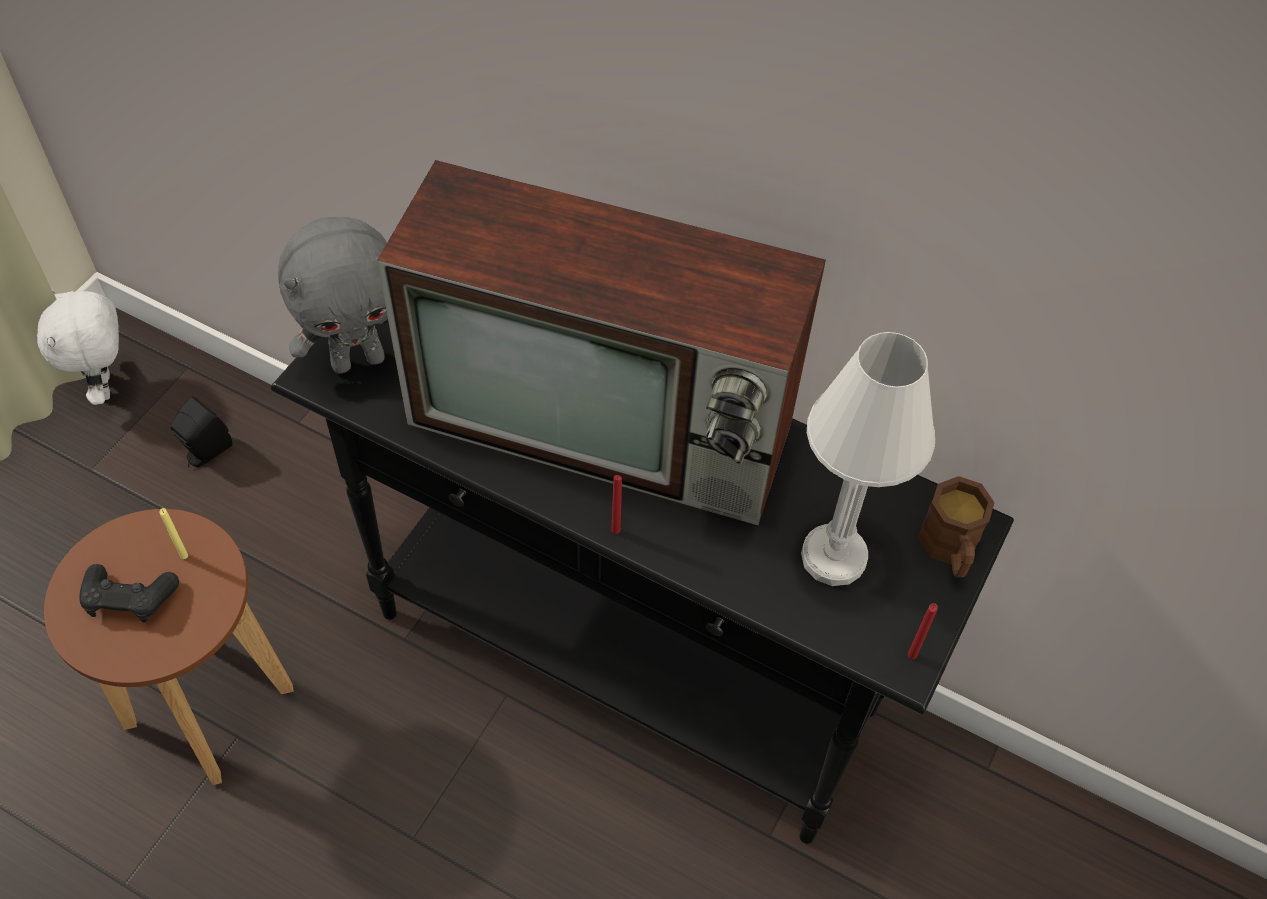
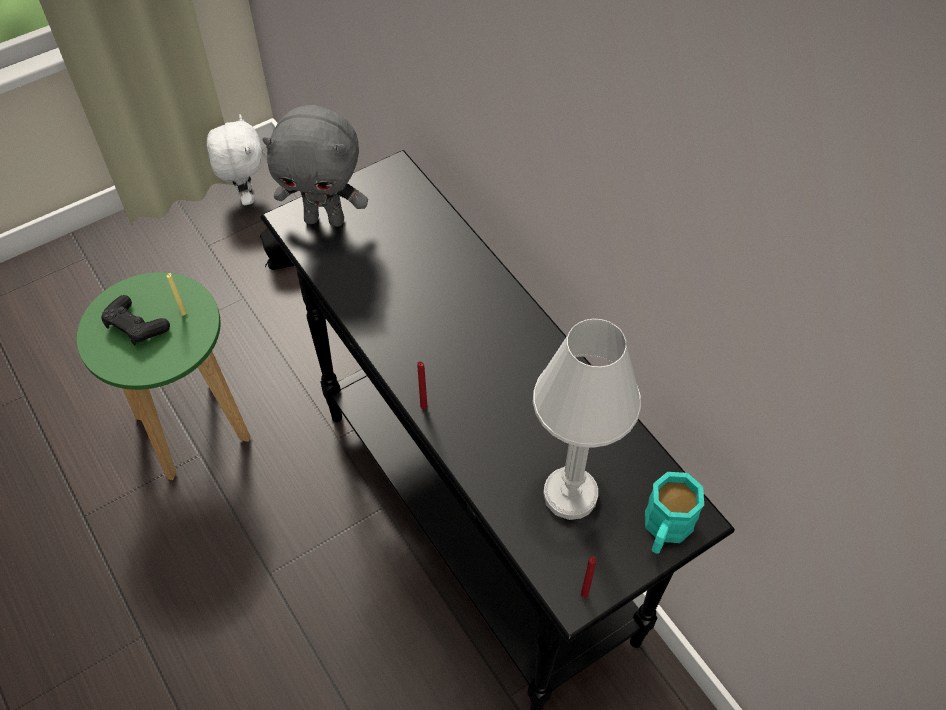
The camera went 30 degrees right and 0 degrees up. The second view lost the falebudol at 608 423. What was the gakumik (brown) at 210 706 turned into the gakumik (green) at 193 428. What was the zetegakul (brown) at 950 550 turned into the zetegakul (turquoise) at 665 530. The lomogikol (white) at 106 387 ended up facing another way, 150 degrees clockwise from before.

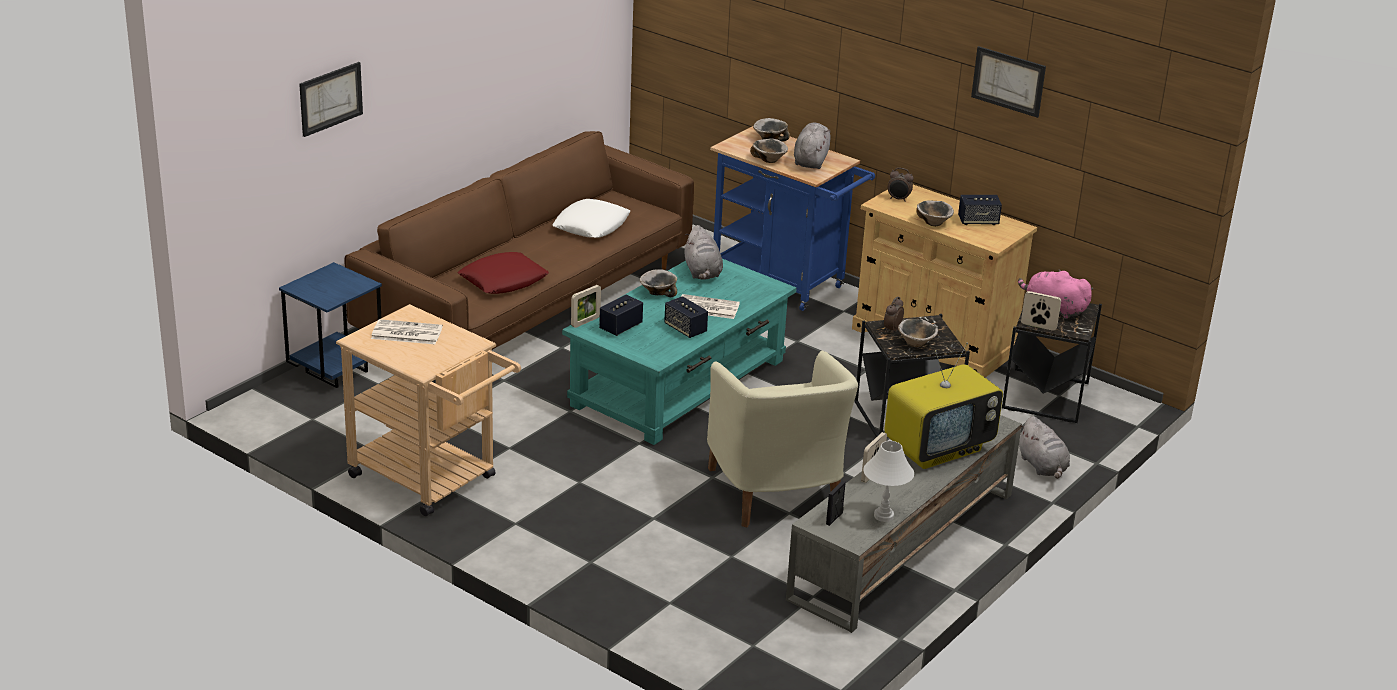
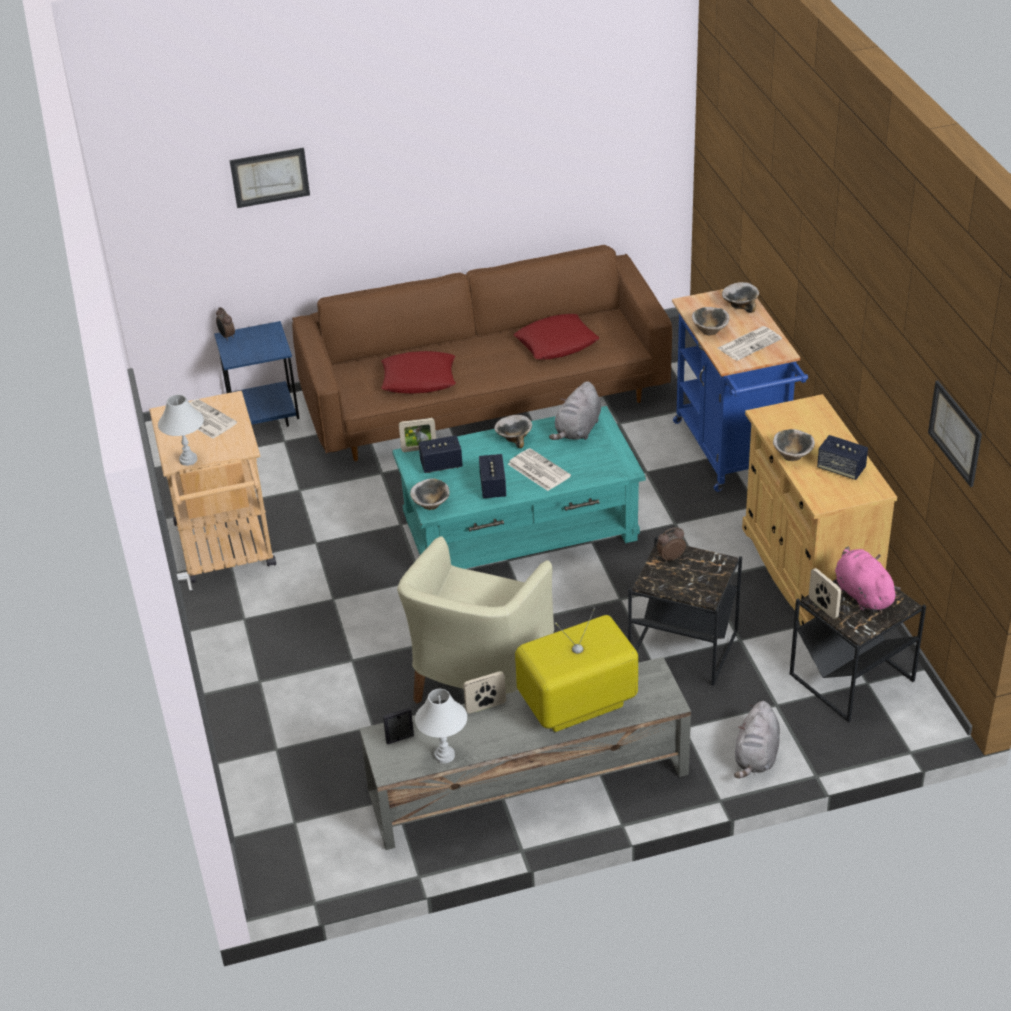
The camera went 40 degrees right and 10 degrees up. The second view gained the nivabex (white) at 188 459. The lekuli ended up elsewhere, having gone from 898 199 to 226 336. The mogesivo ended up elsewhere, having gone from 916 343 to 431 504. The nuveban ended up elsewhere, having gone from 1008 81 to 955 433. Where the lomogikol (grey) stood at 811 160, the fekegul came to stand at 749 343. What was the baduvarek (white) at 591 225 turned into the baduvarek (red) at 556 343. The falebudol at 938 448 ended up facing another way, 150 degrees clockwise from before.

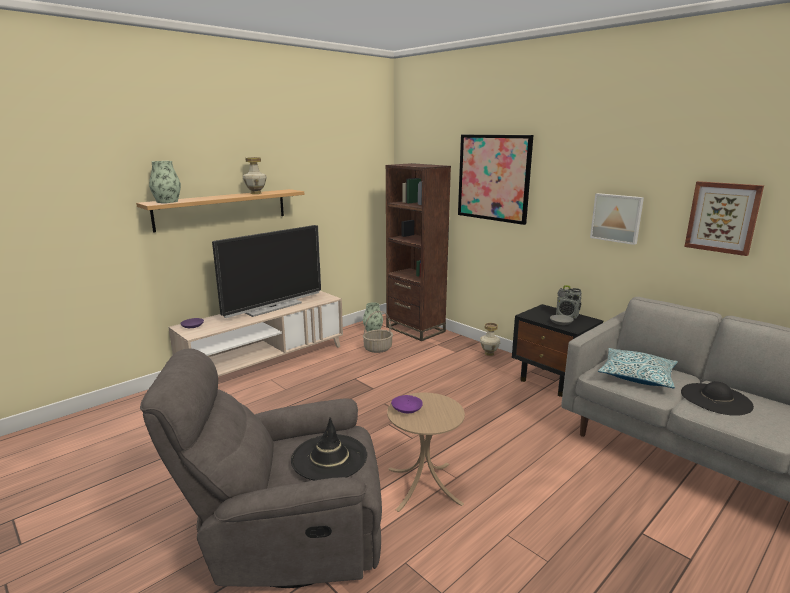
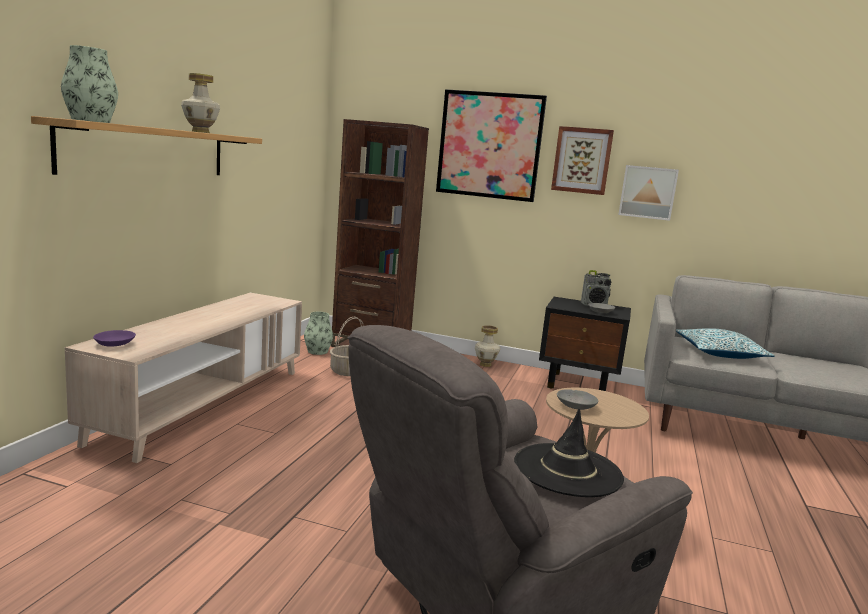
The camera went 30 degrees left and 5 degrees down. The second view lost the falebudol at 273 307. The second view lost the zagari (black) at 716 399. The nuveban ended up elsewhere, having gone from 722 217 to 582 160. What was the mogesivo (purple) at 407 409 turned into the mogesivo (grey) at 576 406.

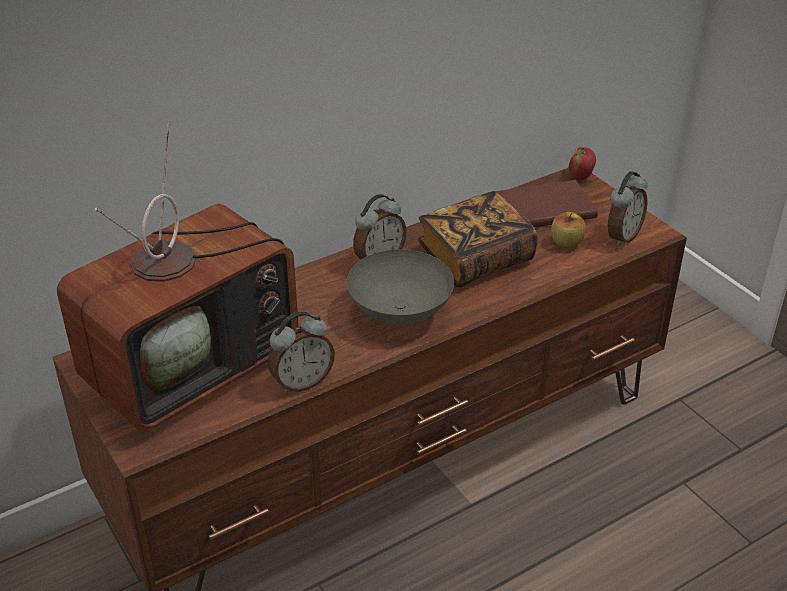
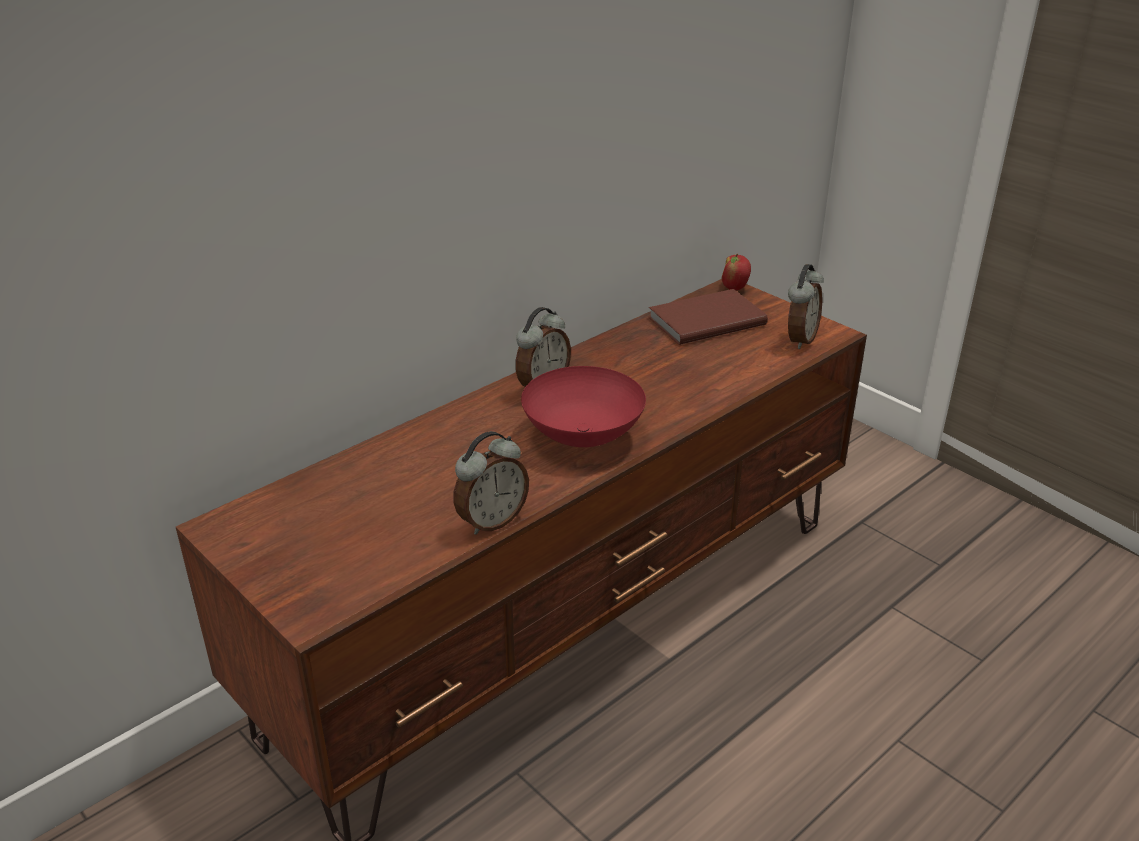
The camera went 10 degrees left and 5 degrees down. The second view lost the falebudol at 194 364. The second view lost the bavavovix at 475 258. The second view lost the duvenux at 566 243. What was the mogesivo (grey) at 401 311 turned into the mogesivo (red) at 584 435.

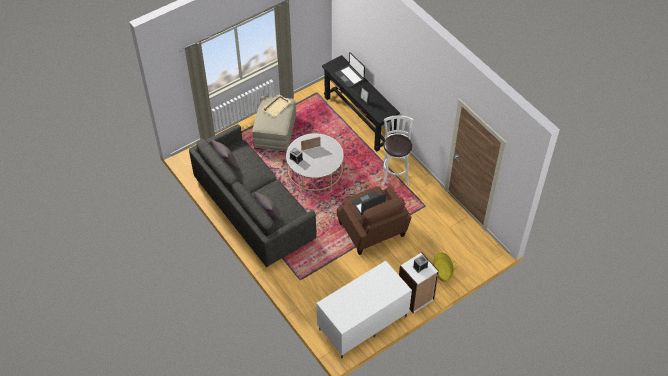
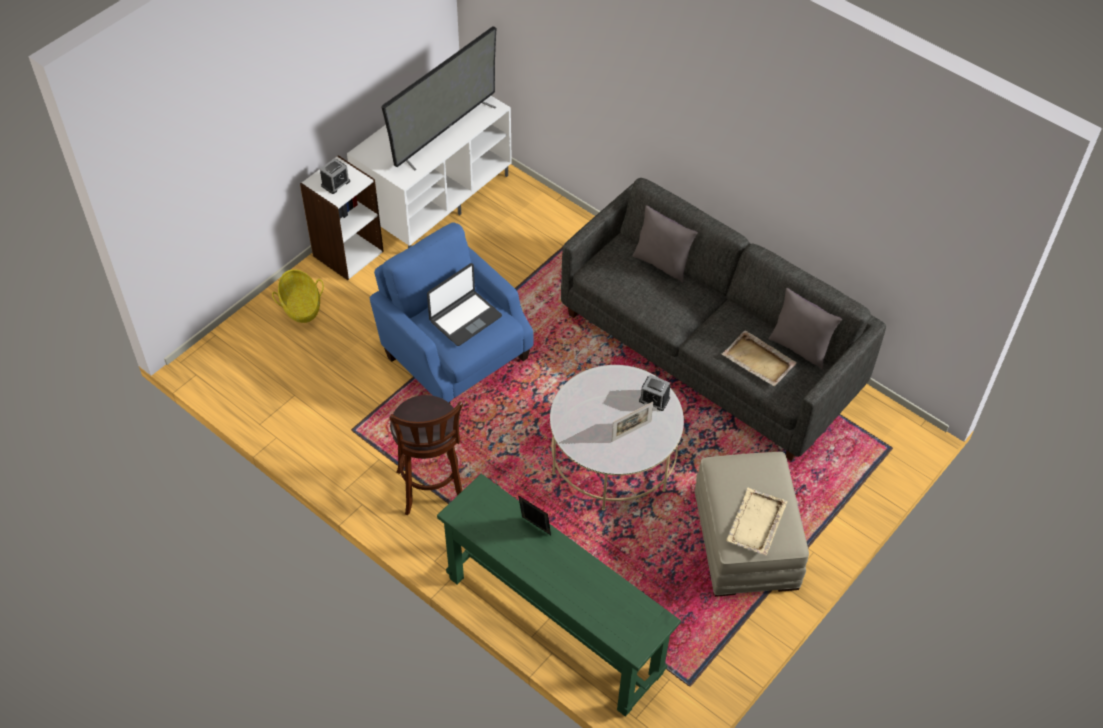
The camera went 165 degrees right and 0 degrees up. The second view lost the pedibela at 350 76. The second view gained the falebudol at 445 132. The second view gained the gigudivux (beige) at 759 360. What was the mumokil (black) at 359 119 turned into the mumokil (green) at 554 624. What was the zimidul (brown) at 372 231 turned into the zimidul (blue) at 454 355. What was the gakumik (white) at 395 174 turned into the gakumik (brown) at 432 490.

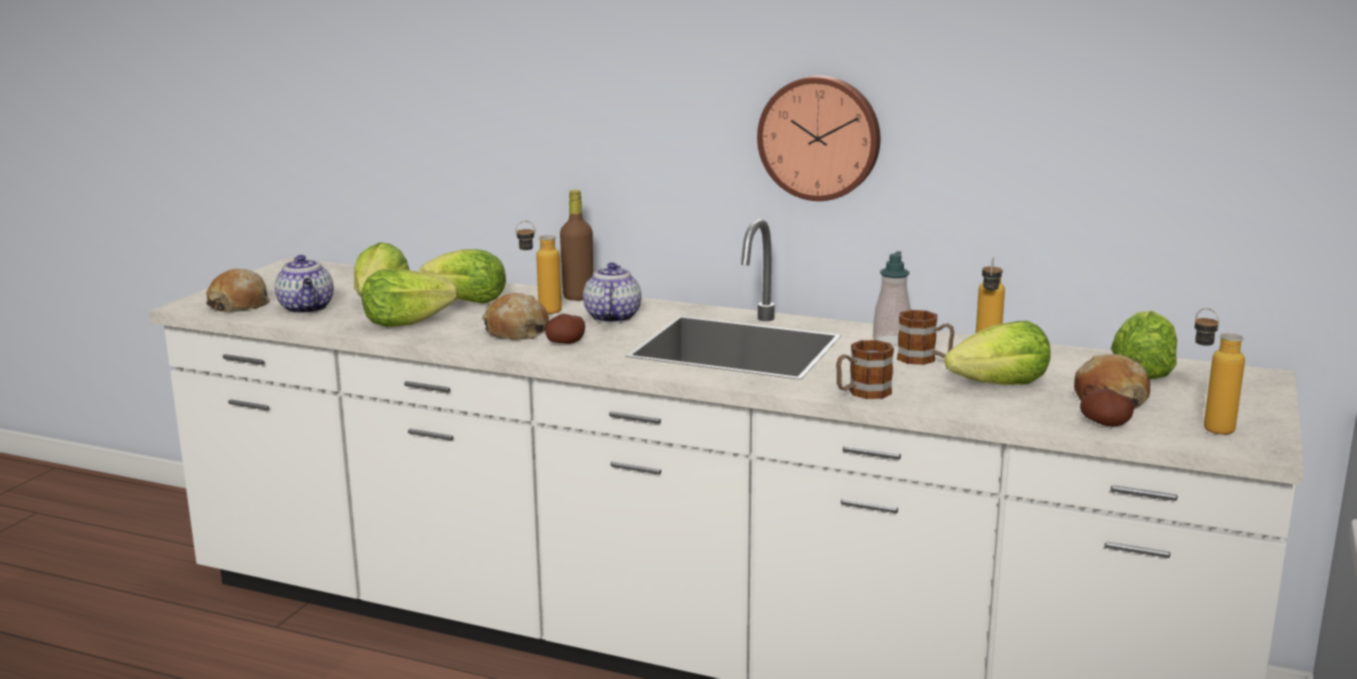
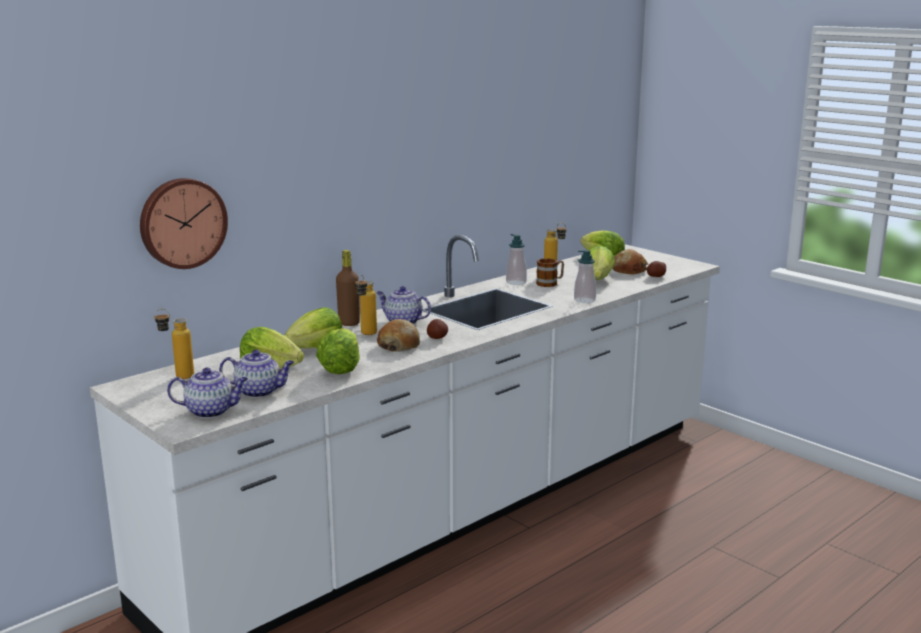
The camera went 65 degrees left and 0 degrees up. The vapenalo ended up elsewhere, having gone from 820 137 to 182 223. The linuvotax ended up elsewhere, having gone from 1207 426 to 177 376. Where the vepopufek stood at 239 304, the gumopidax came to stand at 211 411. Where the zetegakul stood at 862 393, the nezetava came to stand at 584 300.

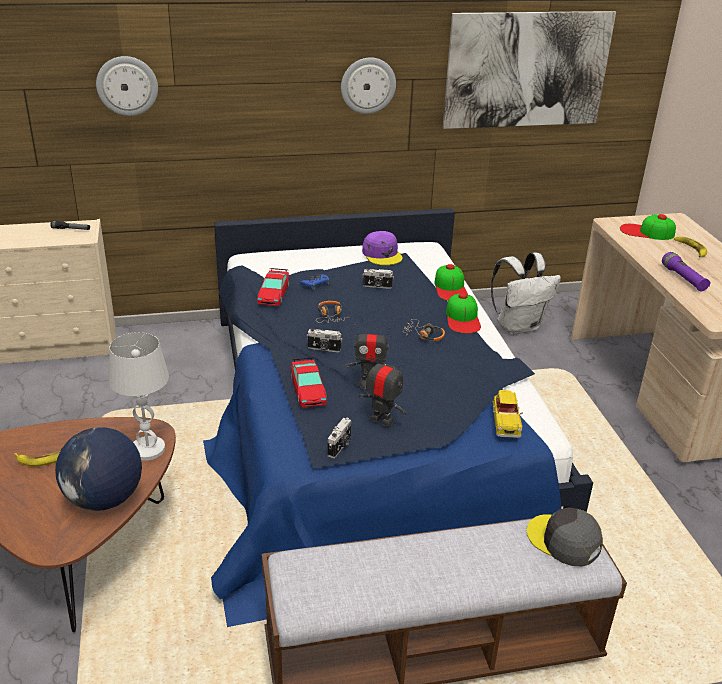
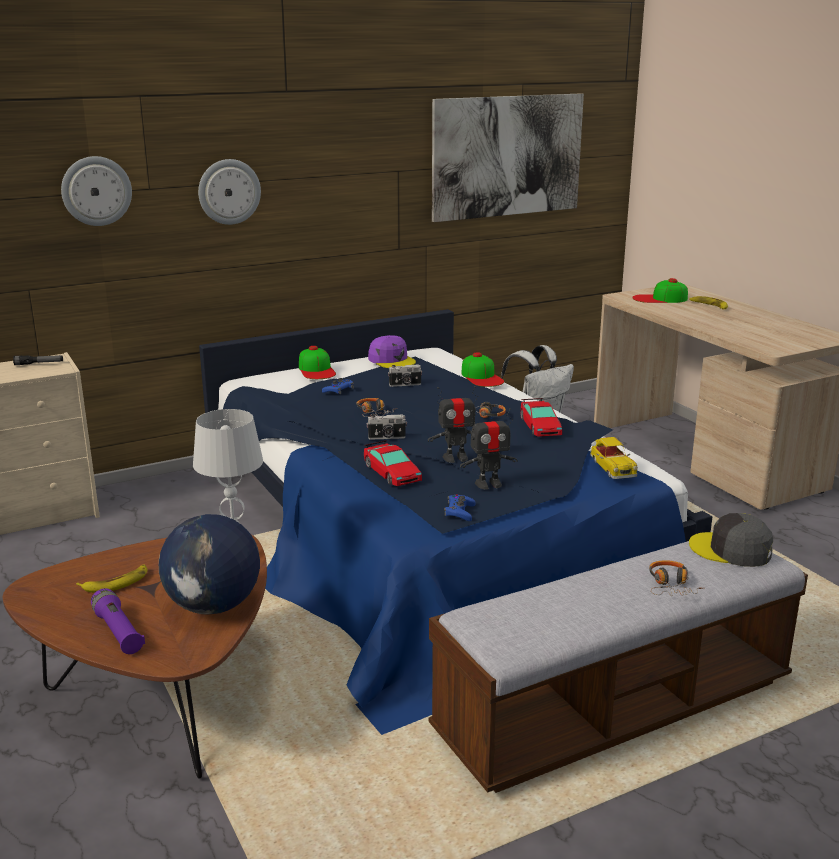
The camera went 15 degrees left and 10 degrees down. The second view gained the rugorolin at 671 585. The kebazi ended up elsewhere, having gone from 273 293 to 539 426. The vapenalo ended up elsewhere, having gone from 368 85 to 229 191. The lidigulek ended up elsewhere, having gone from 463 318 to 316 370. The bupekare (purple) ended up elsewhere, having gone from 683 278 to 118 632. Where the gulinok stood at 340 446, the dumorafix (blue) came to stand at 459 512. The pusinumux at 382 420 ended up facing another way, 150 degrees clockwise from before.

